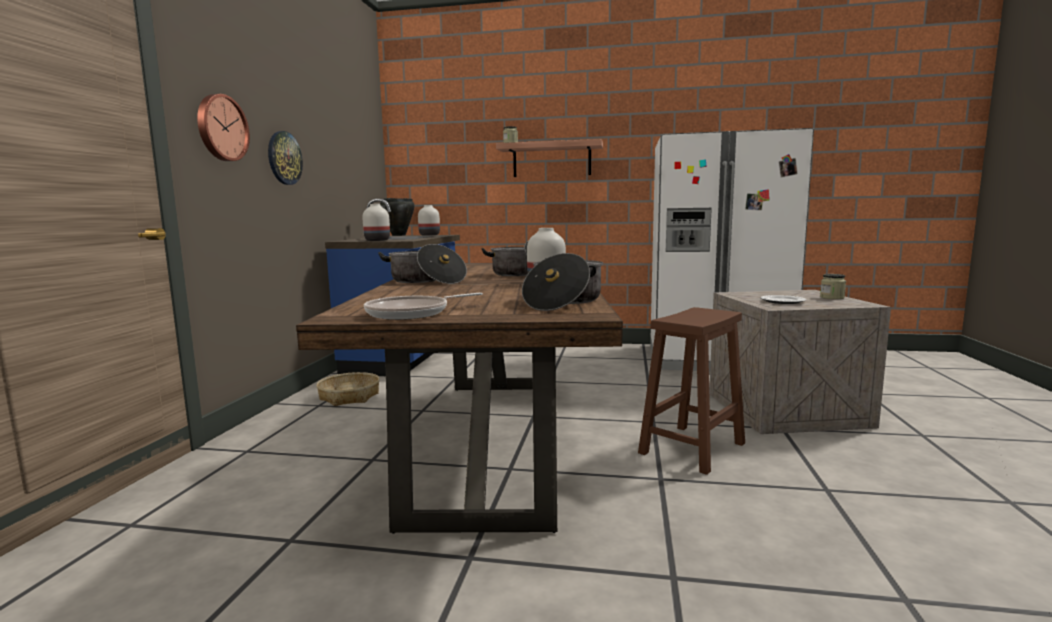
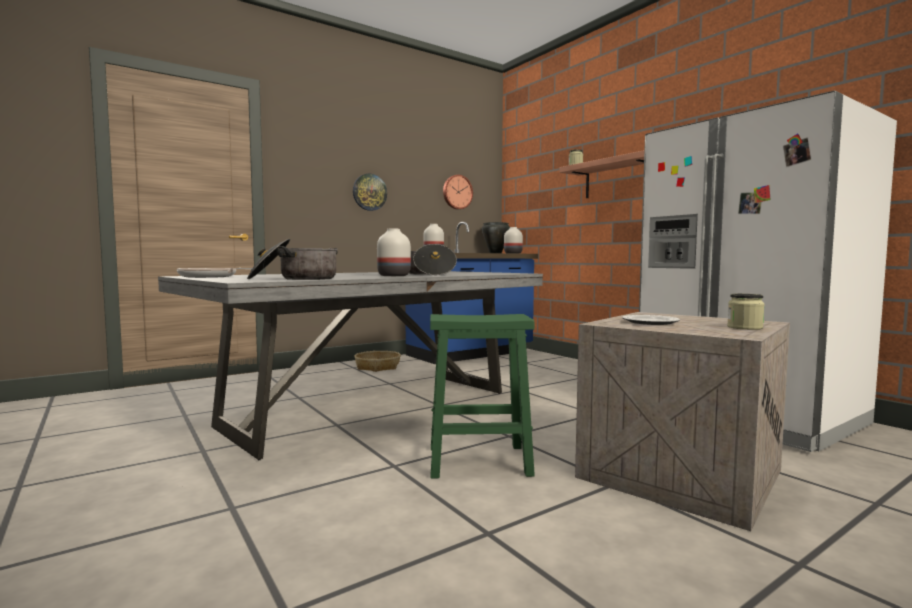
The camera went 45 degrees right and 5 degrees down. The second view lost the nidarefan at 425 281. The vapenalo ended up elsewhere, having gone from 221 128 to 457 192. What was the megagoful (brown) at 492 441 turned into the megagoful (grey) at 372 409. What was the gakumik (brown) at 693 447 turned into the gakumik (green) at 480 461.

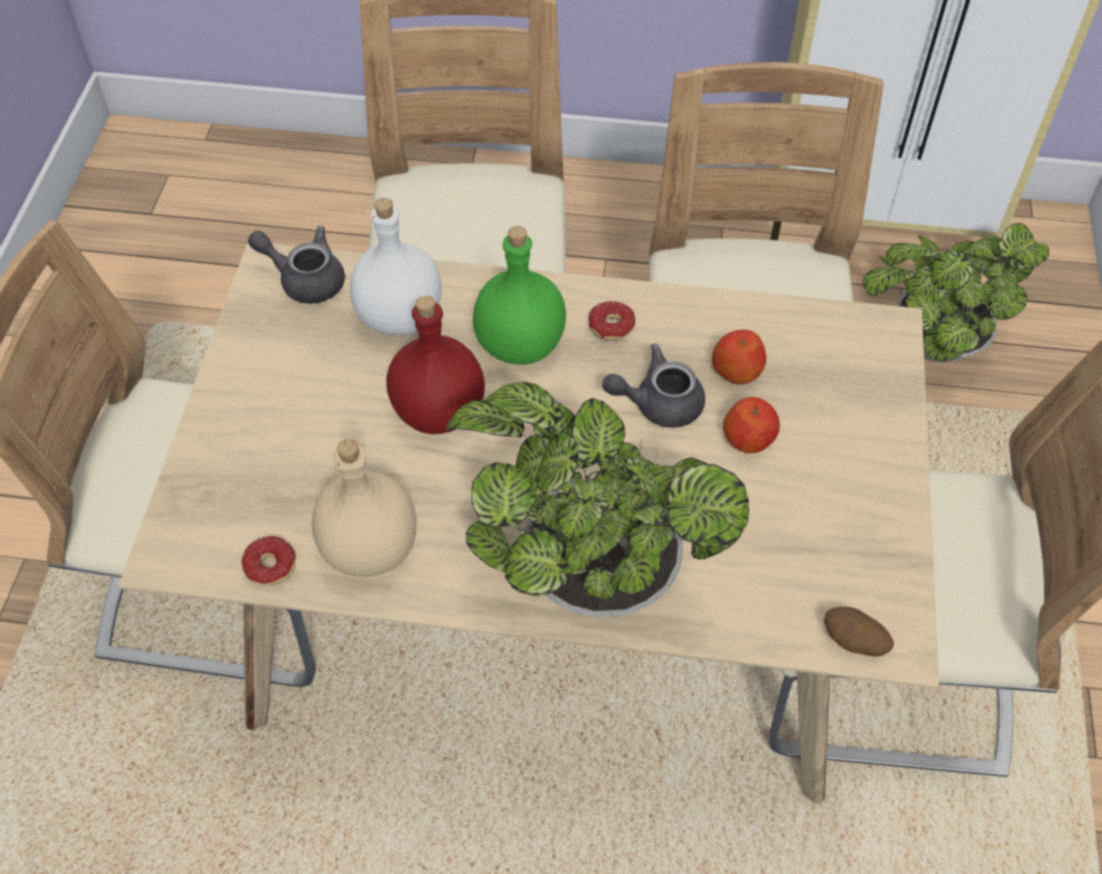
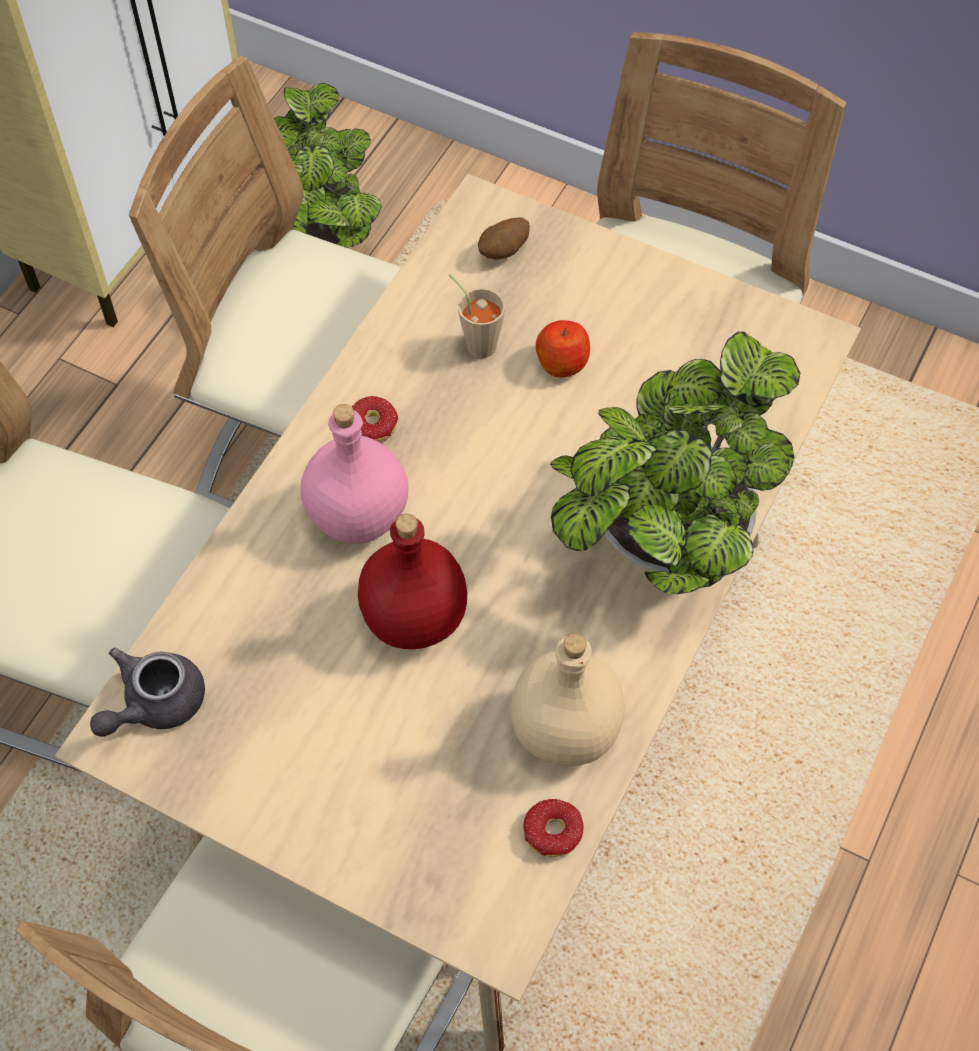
The camera went 70 degrees left and 5 degrees up. The second view lost the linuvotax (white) at 399 318. The second view lost the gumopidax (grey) at 657 403. The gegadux ended up elsewhere, having gone from 853 642 to 504 251. Where the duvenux stood at 736 370, the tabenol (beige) came to stand at 477 342. What was the linuvotax (green) at 521 344 turned into the linuvotax (pink) at 357 513.

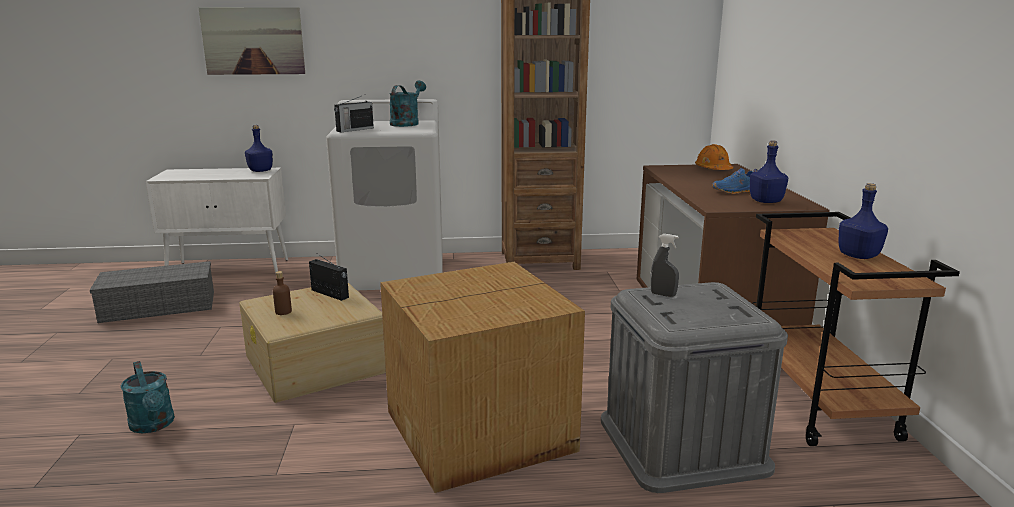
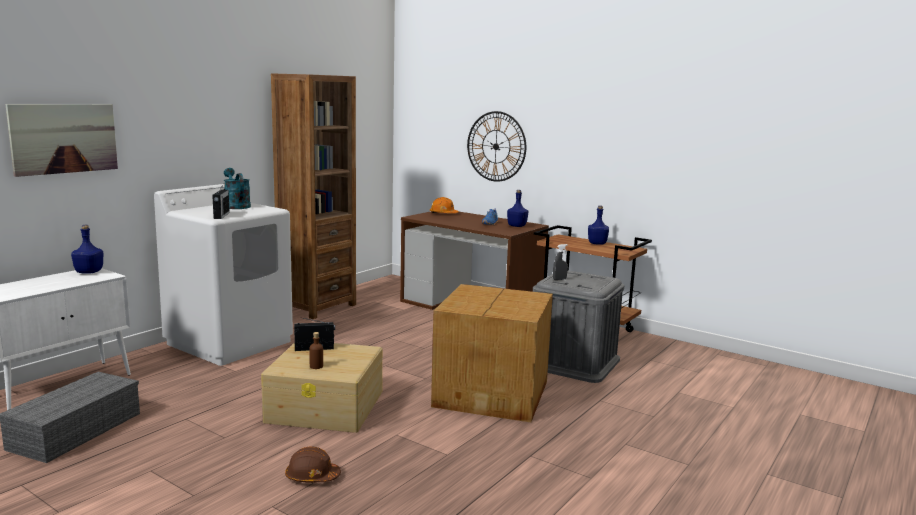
The camera went 50 degrees left and 5 degrees down. The second view gained the vapenalo at 496 146. Where the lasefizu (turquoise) stood at 153 425, the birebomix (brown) came to stand at 312 477.

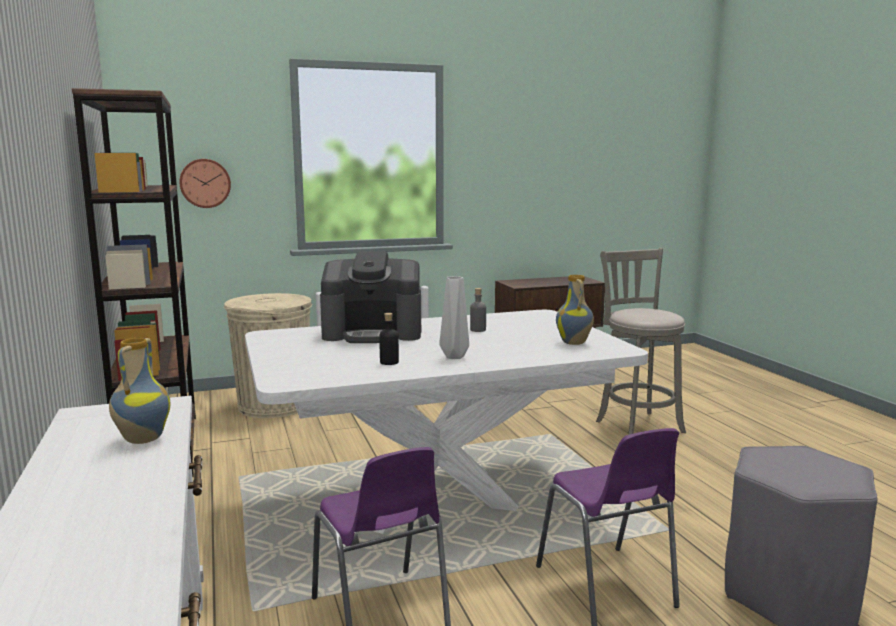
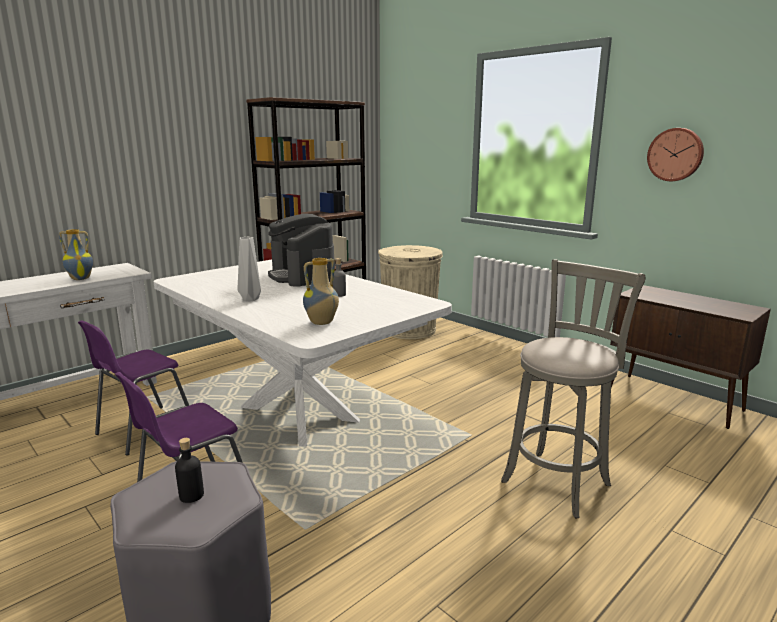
The camera went 65 degrees right and 5 degrees up. The vapenalo ended up elsewhere, having gone from 205 183 to 675 154. The linuvotax (black) ended up elsewhere, having gone from 389 362 to 191 495.

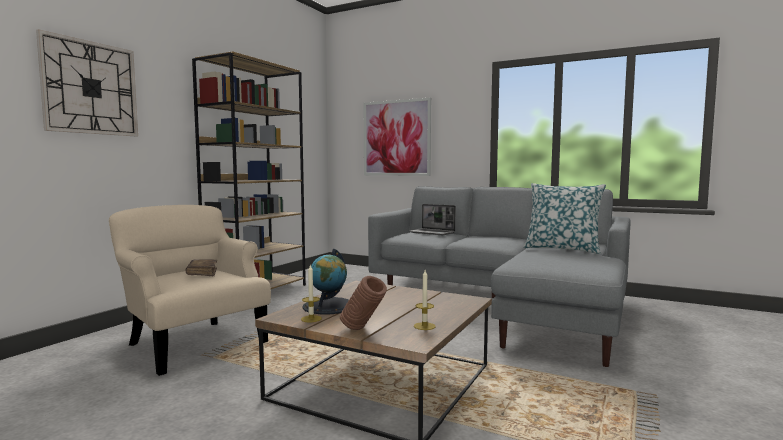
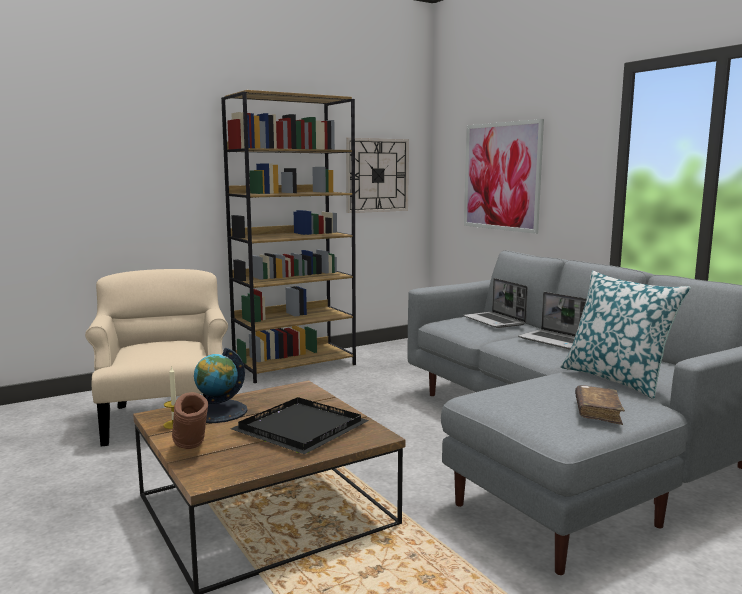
The camera went 30 degrees right and 5 degrees up. The second view lost the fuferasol at 424 326. The second view gained the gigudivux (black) at 300 428. The second view gained the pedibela at 556 341. The vapenalo ended up elsewhere, having gone from 90 88 to 377 175. The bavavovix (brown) ended up elsewhere, having gone from 202 273 to 597 412.

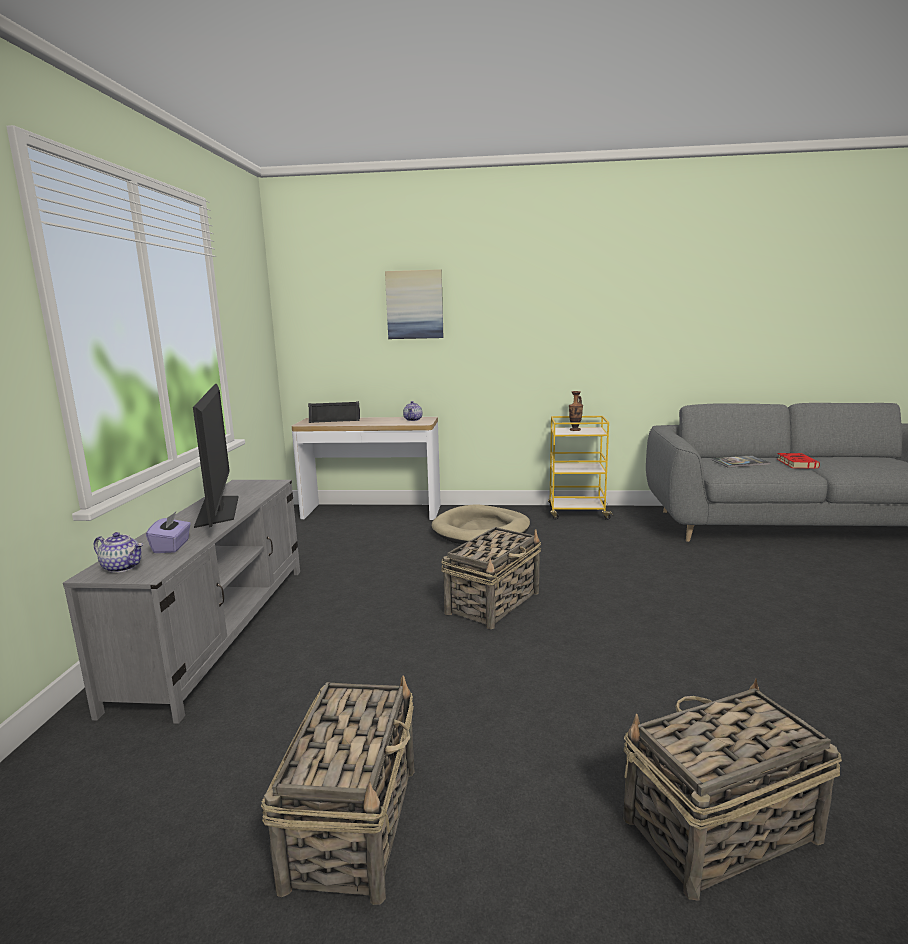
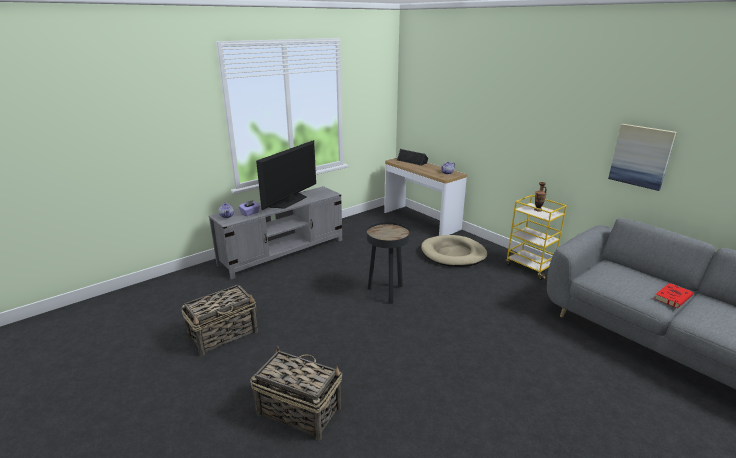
The camera went 45 degrees right and 10 degrees up. The second view lost the bavavovix at 740 462. The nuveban ended up elsewhere, having gone from 414 305 to 641 156. Where the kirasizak stood at 494 602, the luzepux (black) came to stand at 387 292.

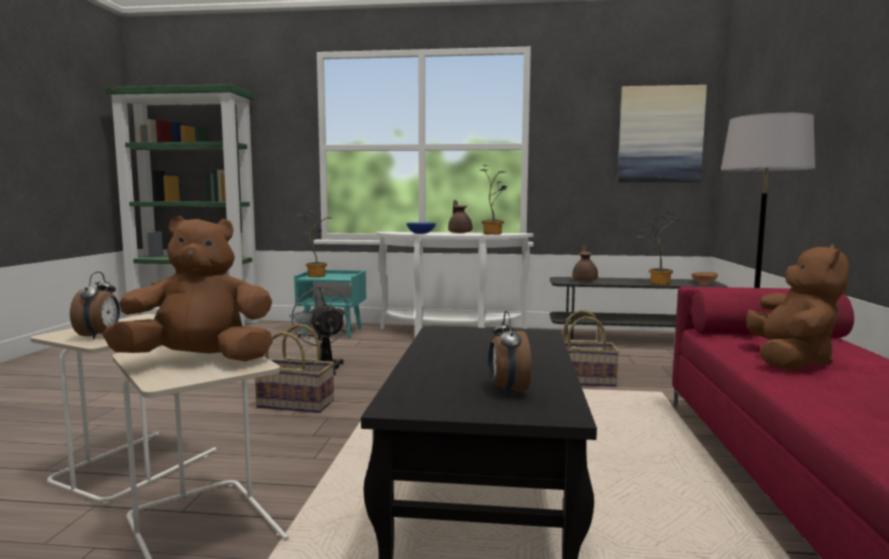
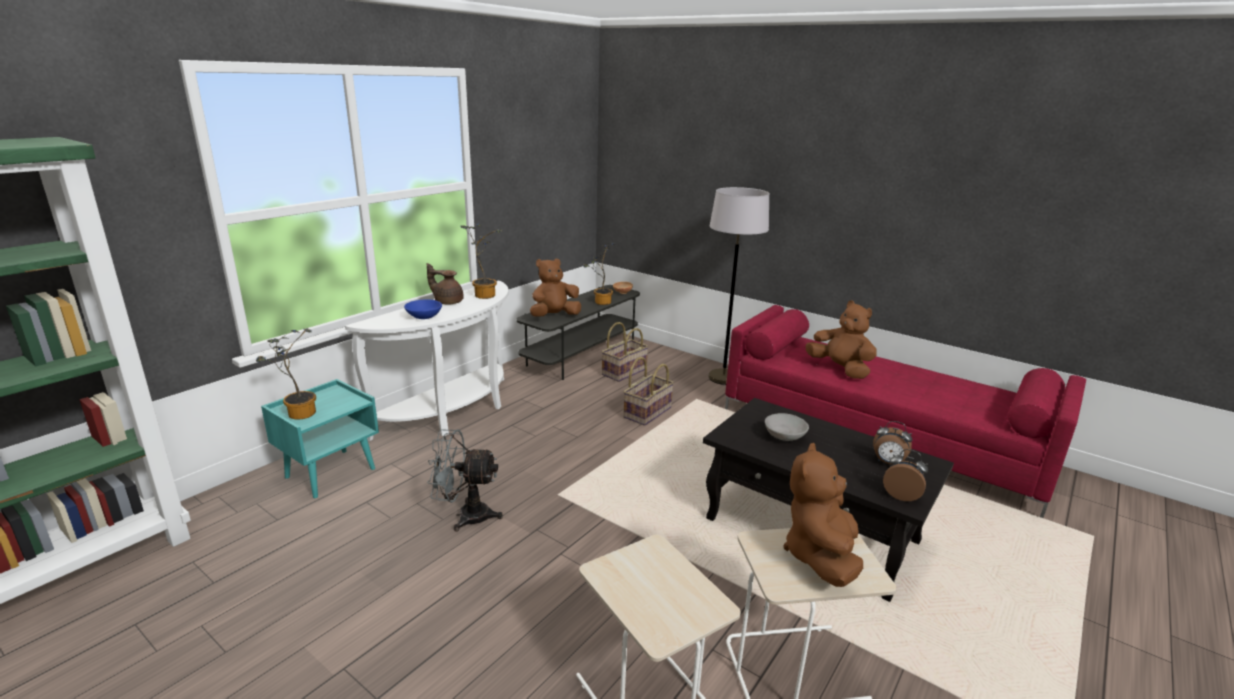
The camera went 60 degrees left and 15 degrees up. The second view lost the nuveban at 660 134. The second view gained the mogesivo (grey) at 784 436. The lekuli ended up elsewhere, having gone from 99 335 to 901 495. The kirasizak ended up elsewhere, having gone from 296 404 to 624 371. Where the gumopidax (brown) stood at 585 280, the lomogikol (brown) came to stand at 554 316.

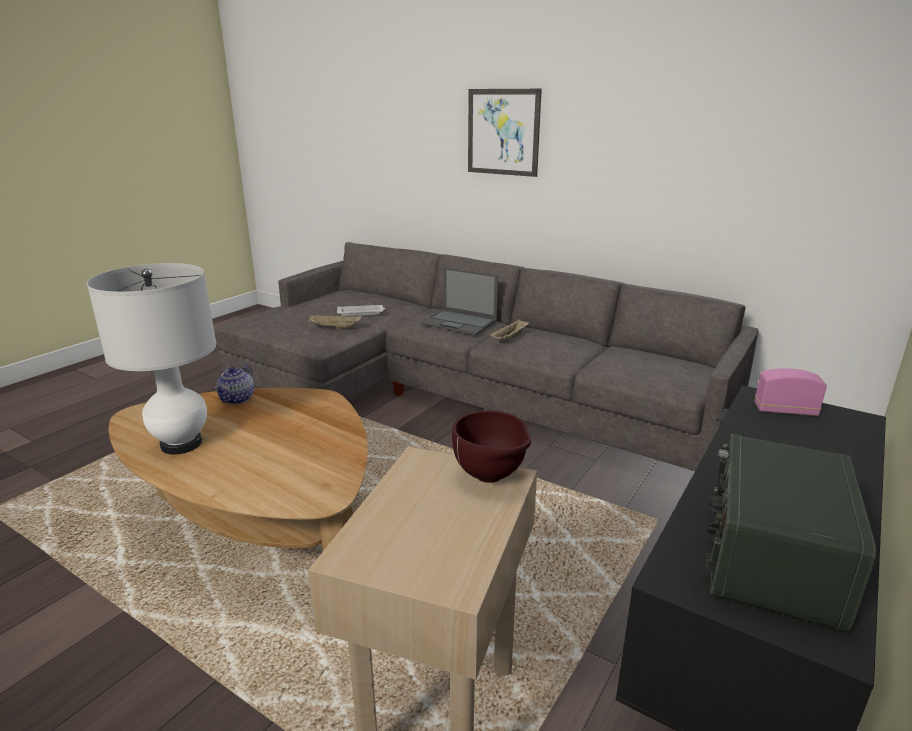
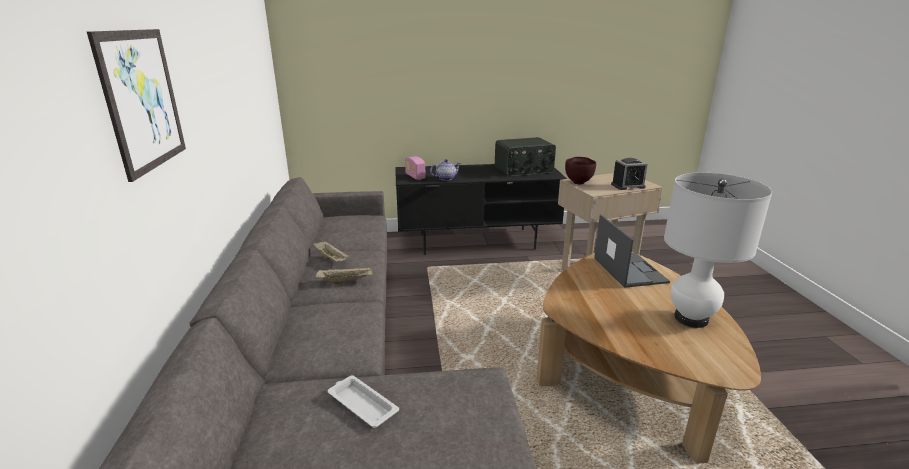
The camera went 130 degrees left and 0 degrees up. The second view gained the lekuli at 627 186. The gumopidax ended up elsewhere, having gone from 237 399 to 446 178. The gigudivux (beige) ended up elsewhere, having gone from 334 327 to 332 259. The pedibela ended up elsewhere, having gone from 460 322 to 629 269.

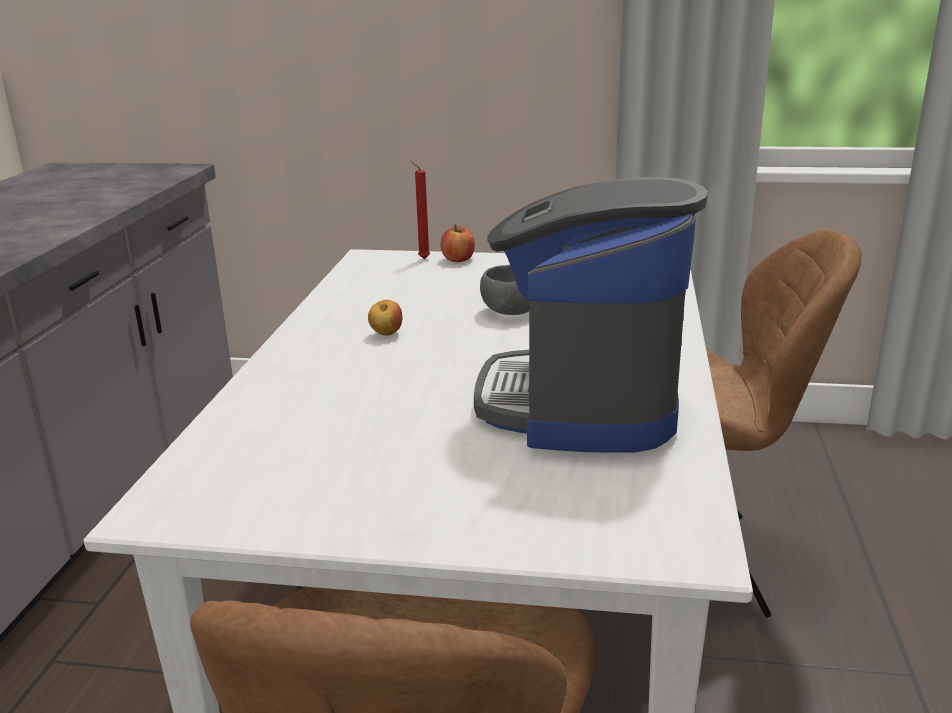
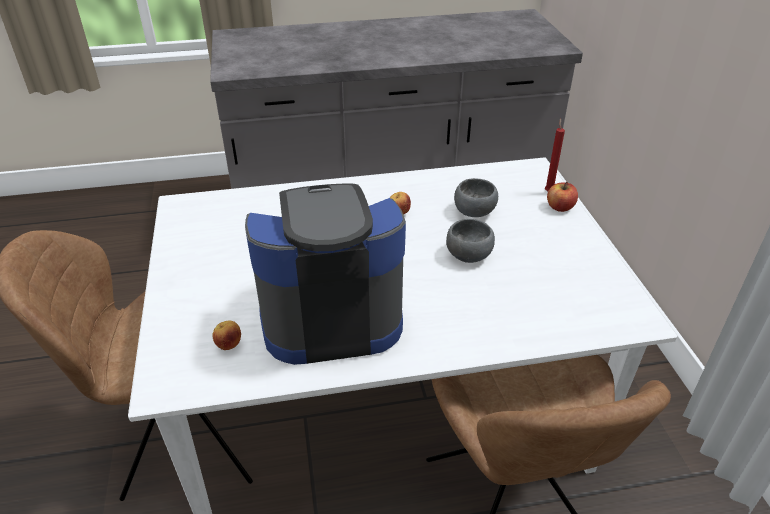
The camera went 70 degrees right and 15 degrees up. The second view gained the duvenux at 229 345. The second view gained the mogesivo (grey) at 475 211.

